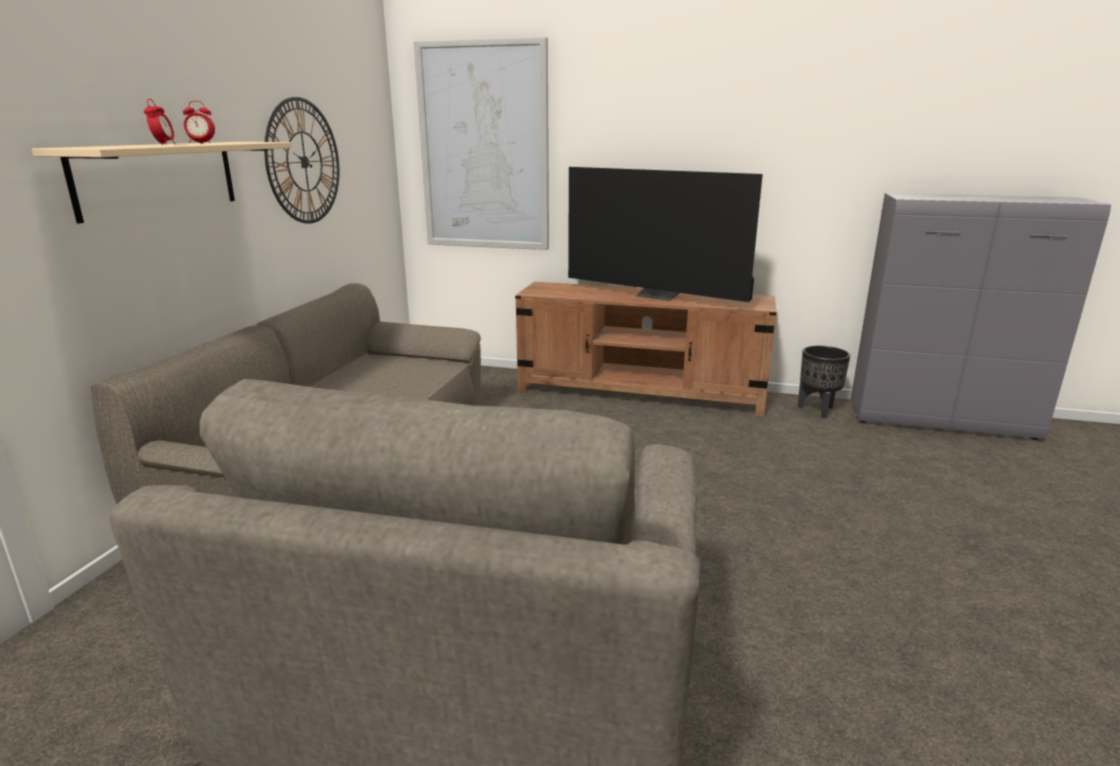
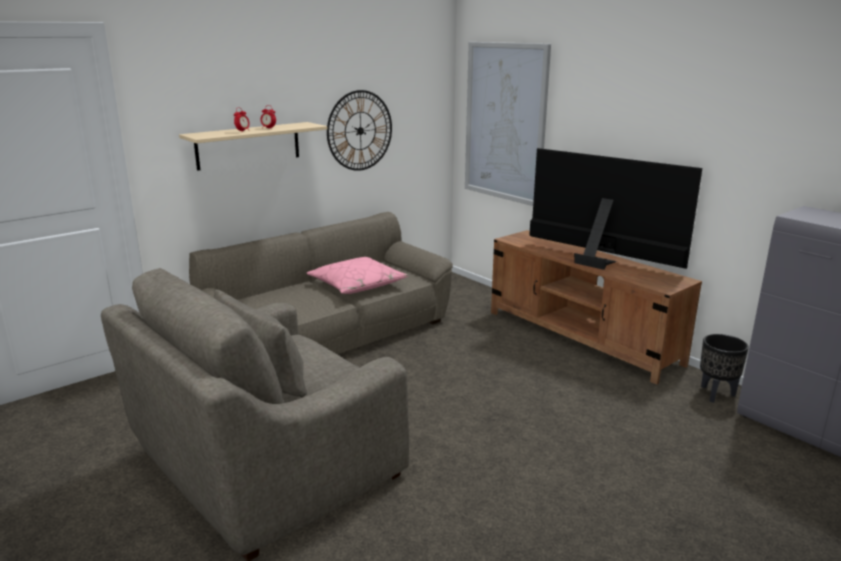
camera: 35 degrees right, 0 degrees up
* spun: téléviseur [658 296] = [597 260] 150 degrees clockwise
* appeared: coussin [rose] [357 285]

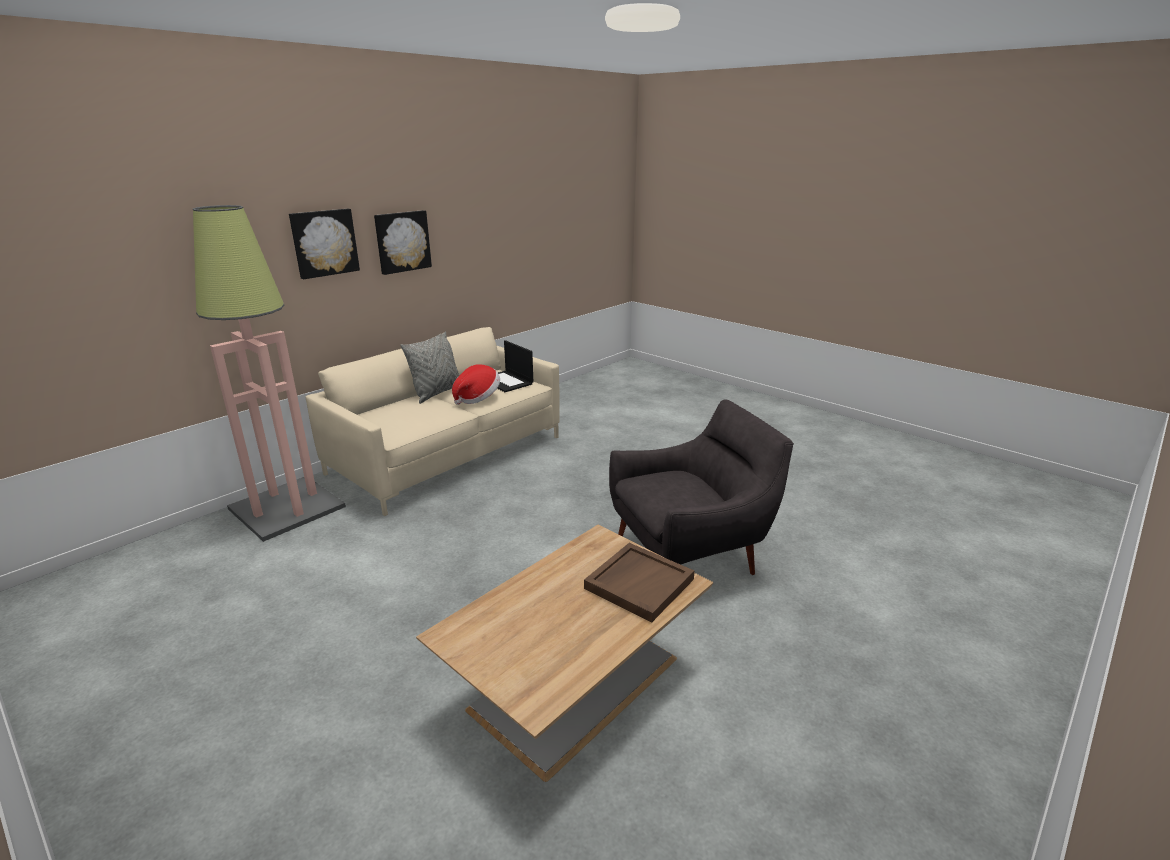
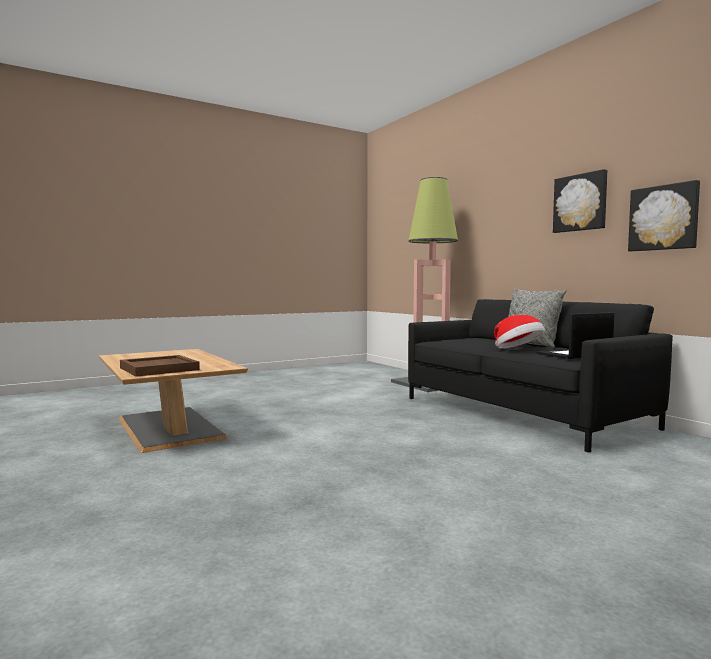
camera: 105 degrees right, 20 degrees down
* relocated: tableau [324 243] to [663 218]
* colour: canapé [beige] [448 455] to canapé [noir] [520 412]
* missing: fauteuil [gris] [690 554]

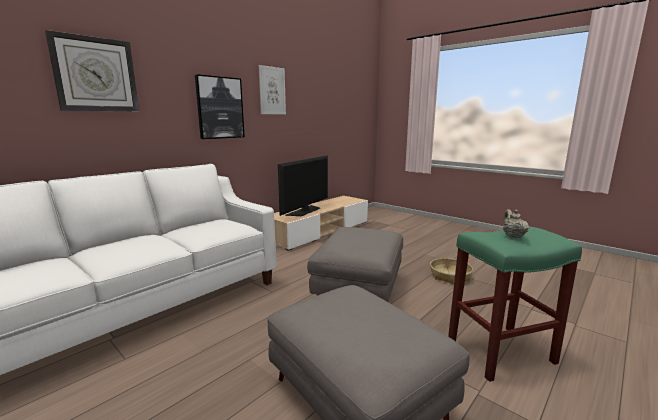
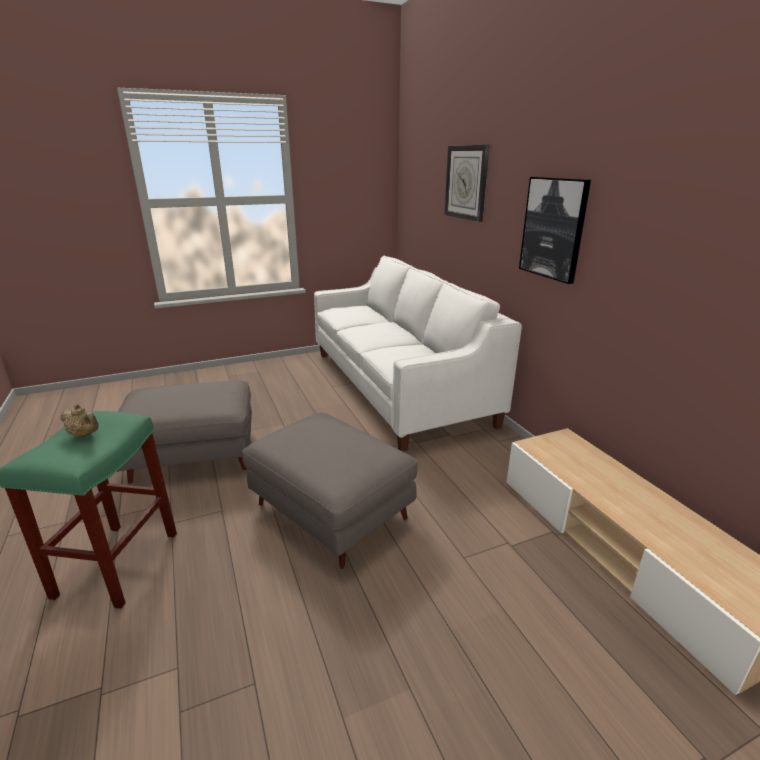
camera: 115 degrees right, 10 degrees up
* missing: tableau [272 91]
* missing: téléviseur [305 211]
* missing: panier [450 276]

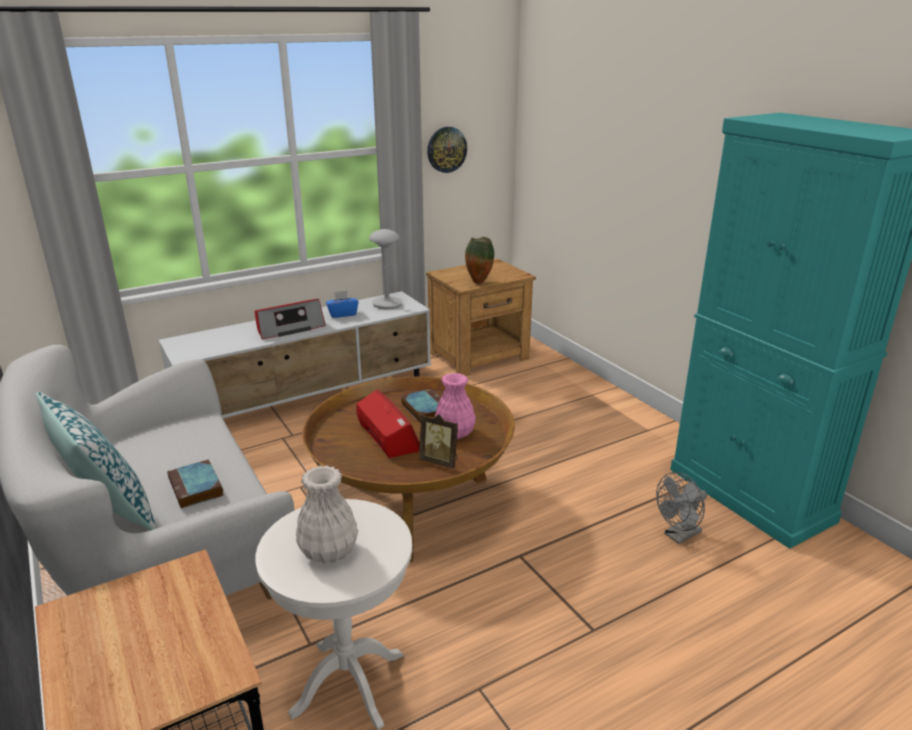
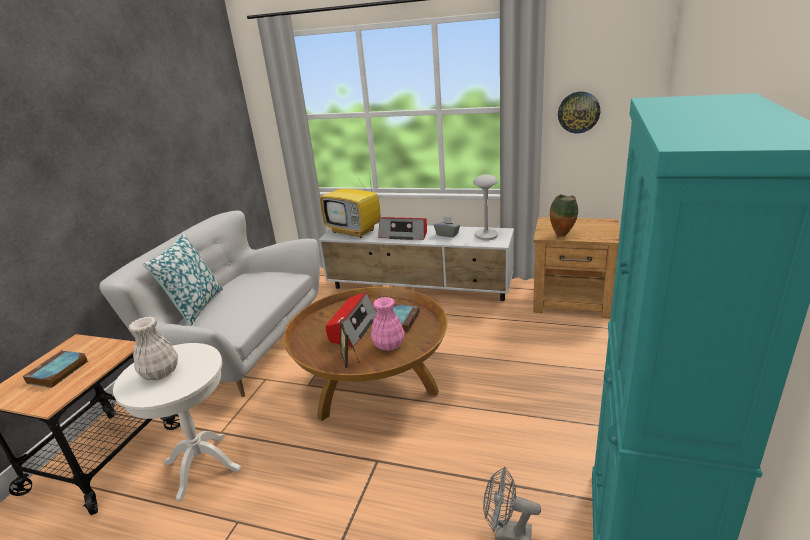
camera: 50 degrees right, 0 degrees up
* colour: boîte à mouchoirs [bleu] [342 314] to boîte à mouchoirs [gris] [447 234]
* relocated: livre [196 488] to [58 372]
* appeared: téléviseur [355 231]

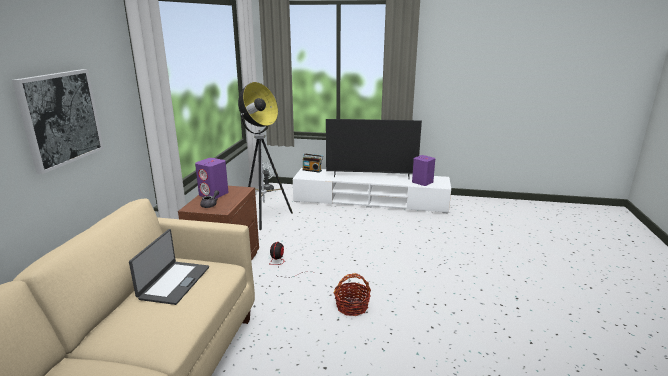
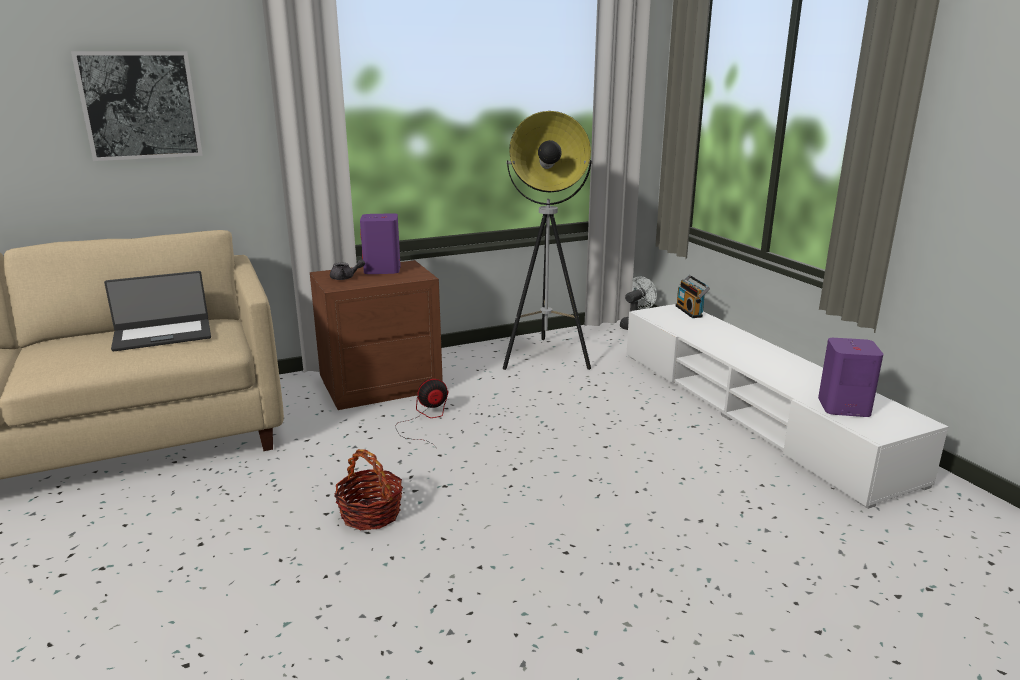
camera: 55 degrees right, 0 degrees up
* missing: téléviseur [371 176]

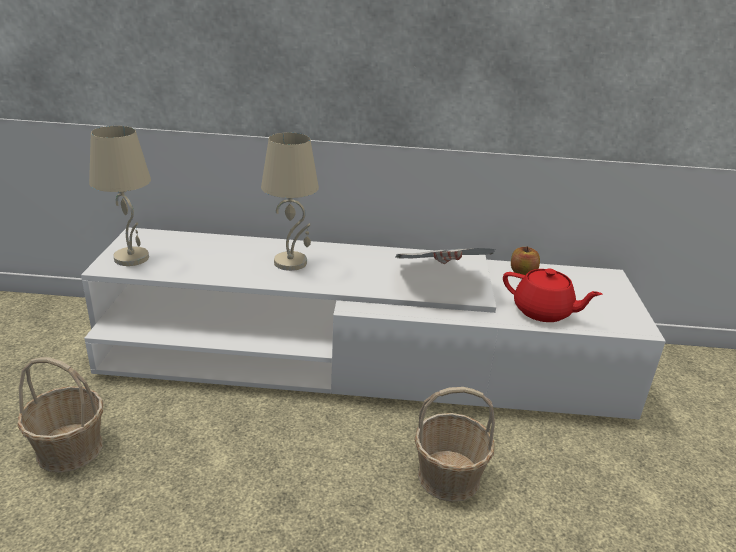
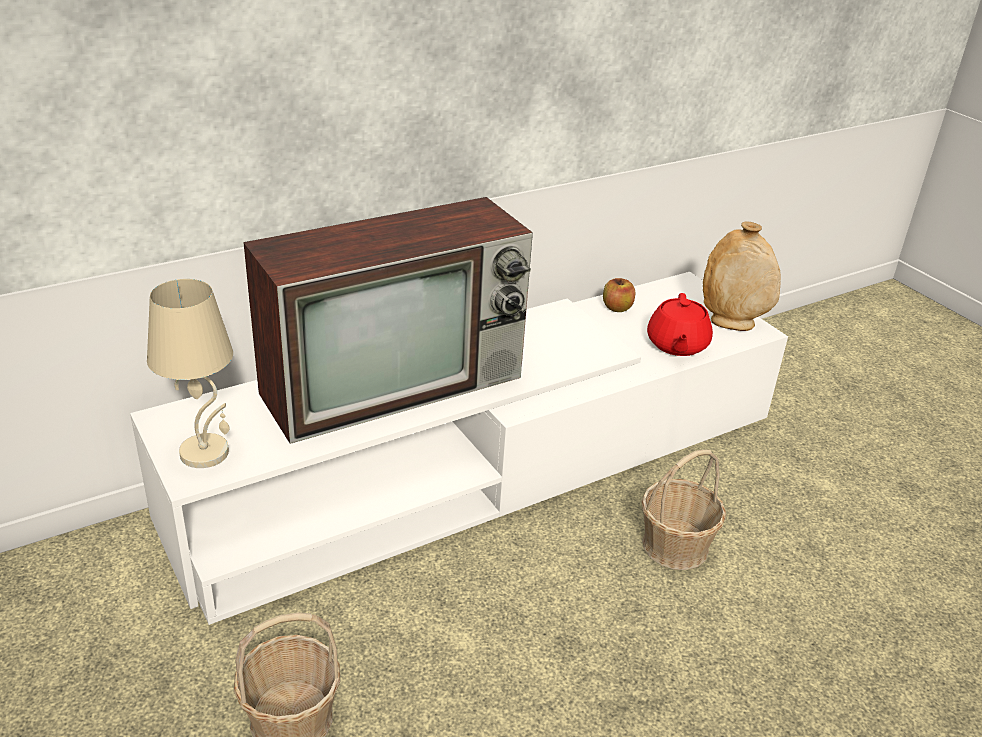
camera: 35 degrees left, 5 degrees up
* exchanged: lampe de table [beige] [291 262] to téléviseur [397 383]
* missing: journal [440 278]
* spun: théière [rouge] [543 312] = [676 345] 105 degrees clockwise
* appeared: vase [beige] [732 323]

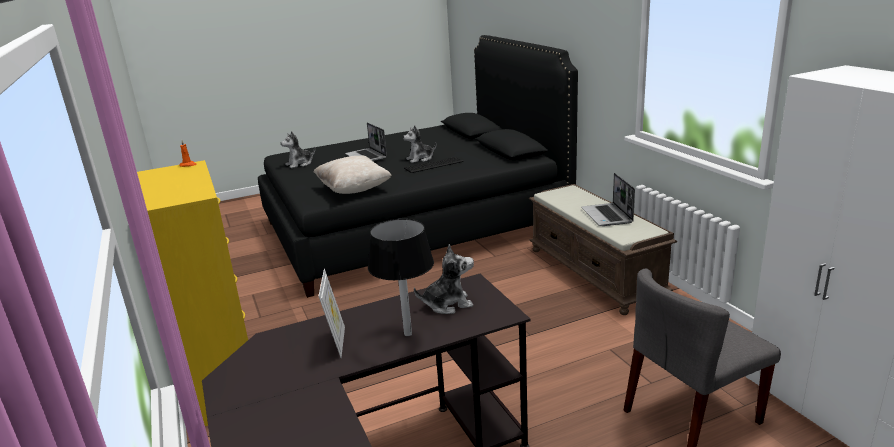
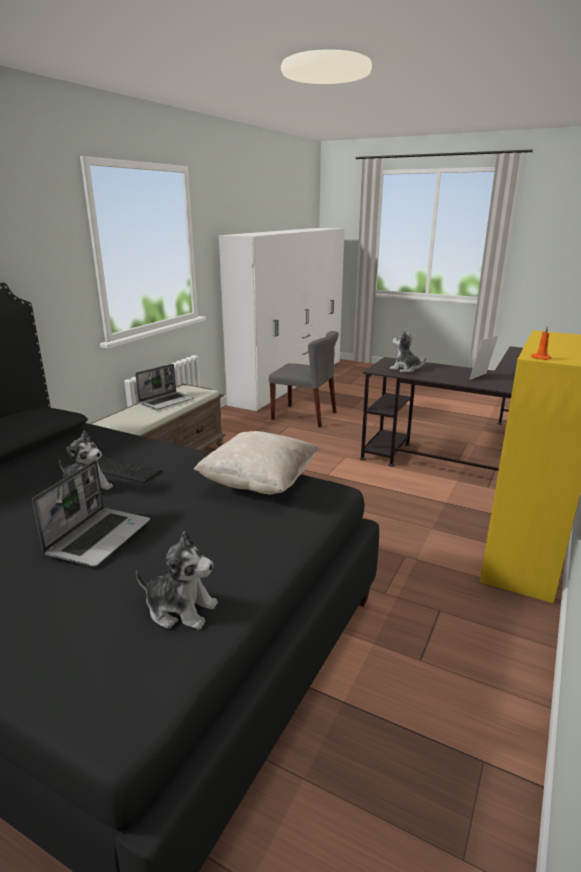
camera: 130 degrees left, 0 degrees up
* missing: lampe de table [noir] [408 334]

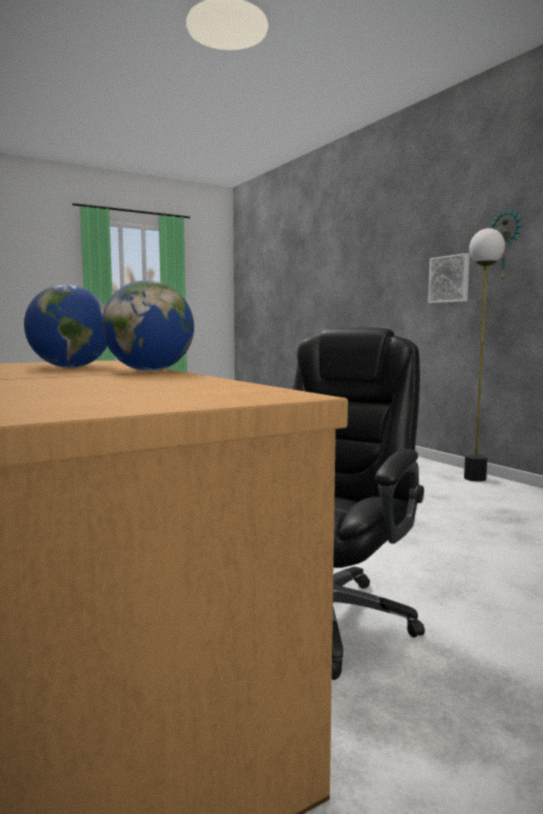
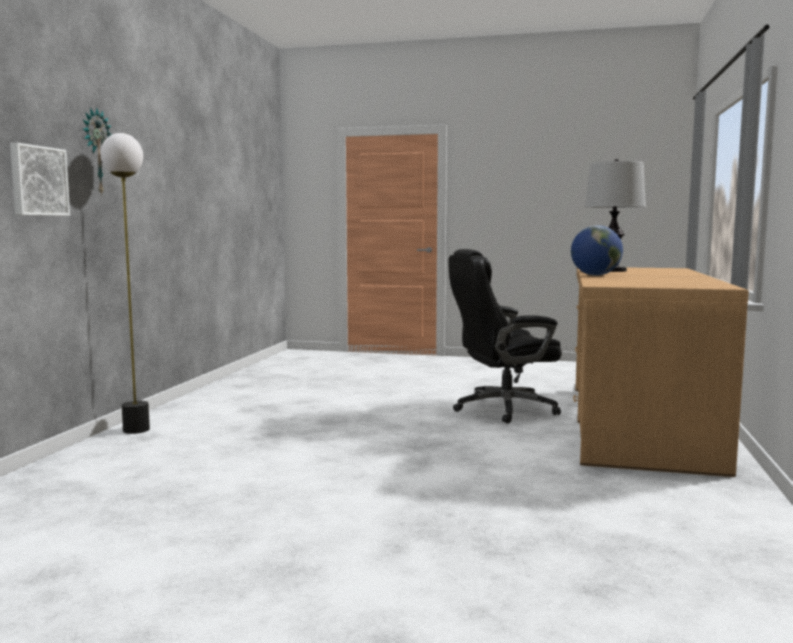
camera: 135 degrees left, 0 degrees up
* missing: globe [70 367]
* appeared: lampe de table [612 270]

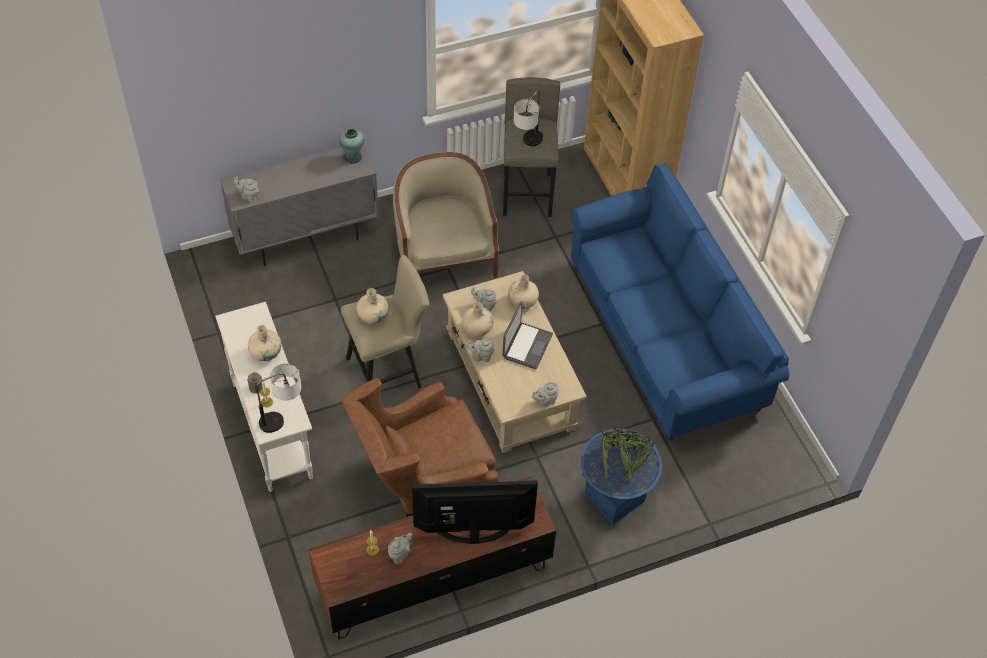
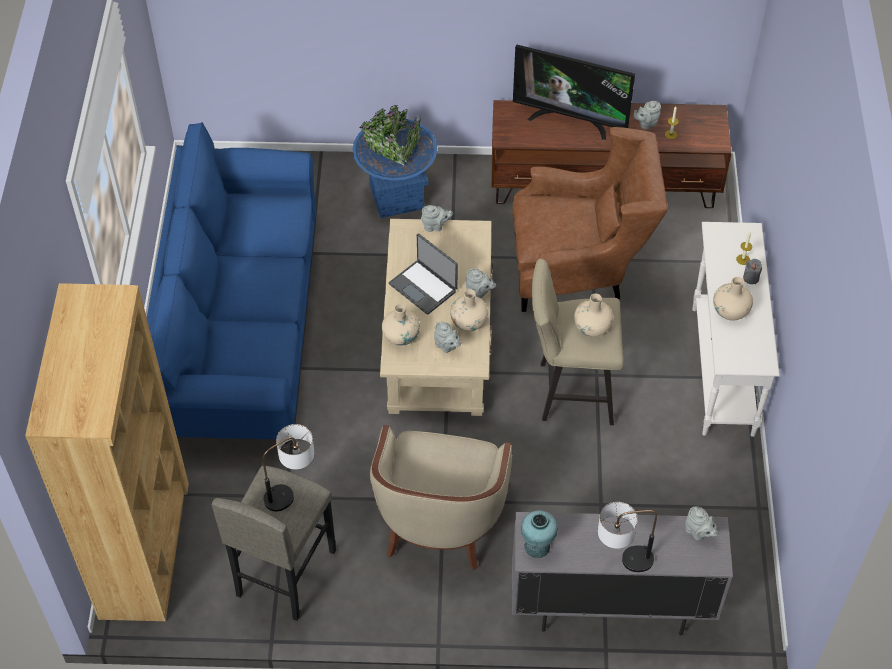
camera: 155 degrees left, 0 degrees up
* spun: ordinateur portable [526 345] = [424 287] 90 degrees counterclockwise
* relocated: lampe de table [283 418] to [622 560]

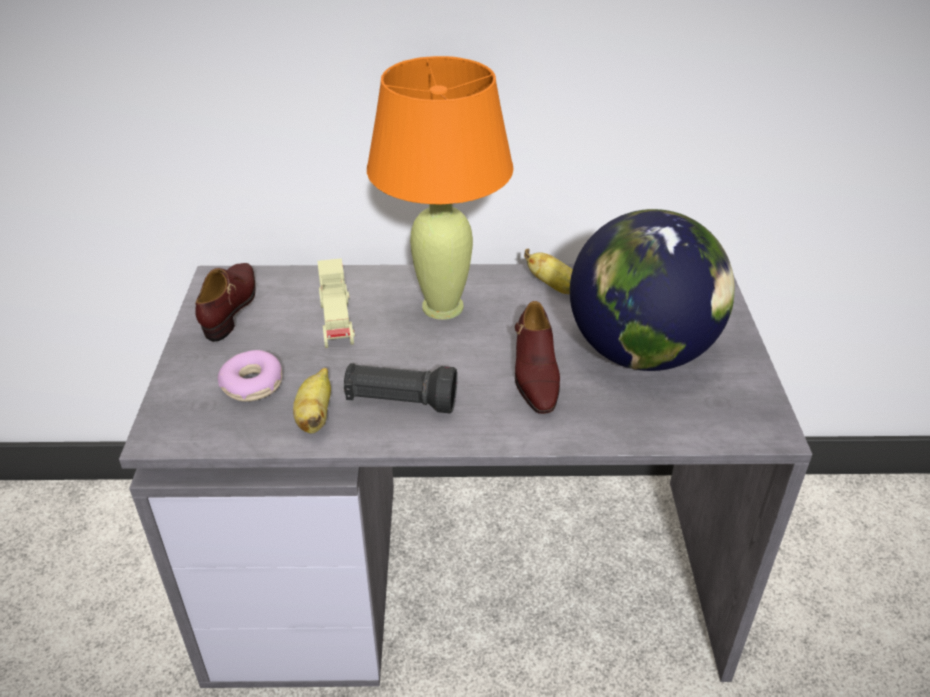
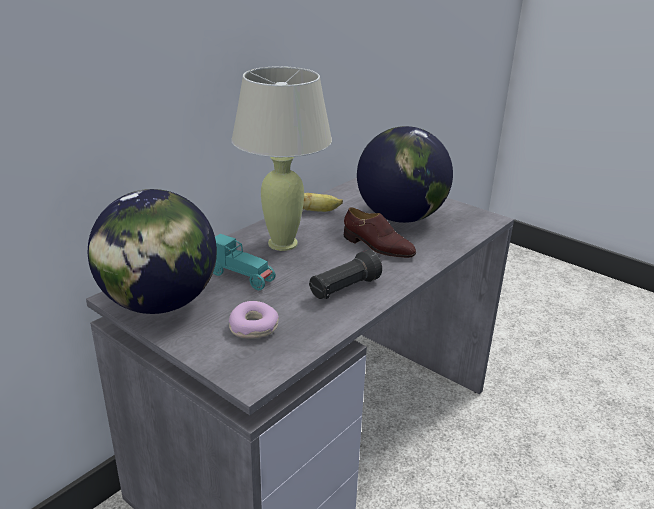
camera: 50 degrees left, 10 degrees down
* colour: lampe de table [orange] [443 306] to lampe de table [beige] [282 243]
* colour: petite voiture [beige] [337 323] to petite voiture [turquoise] [242 277]
* exchanged: chaussure [marron] [231 306] to globe [159 304]
* missing: banane [315 416]

